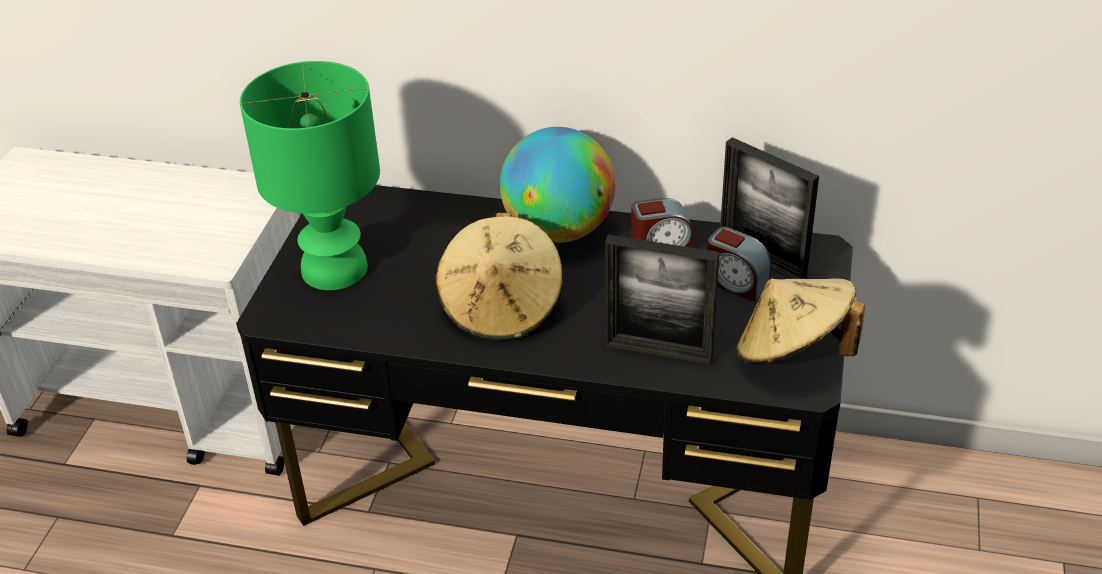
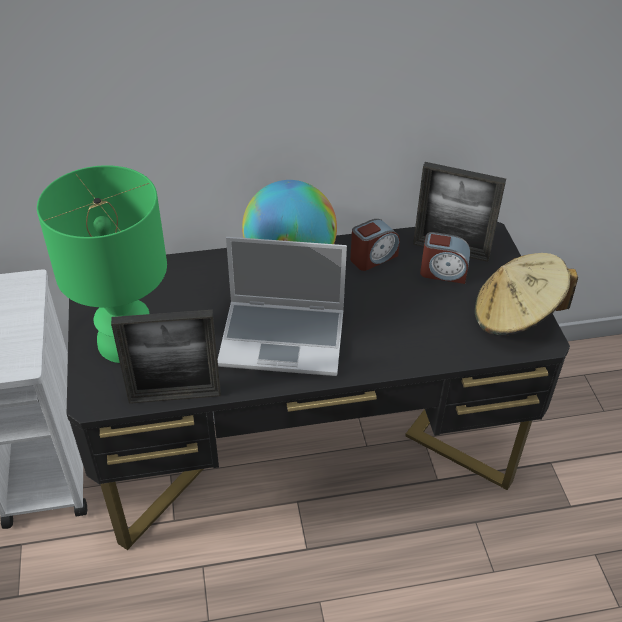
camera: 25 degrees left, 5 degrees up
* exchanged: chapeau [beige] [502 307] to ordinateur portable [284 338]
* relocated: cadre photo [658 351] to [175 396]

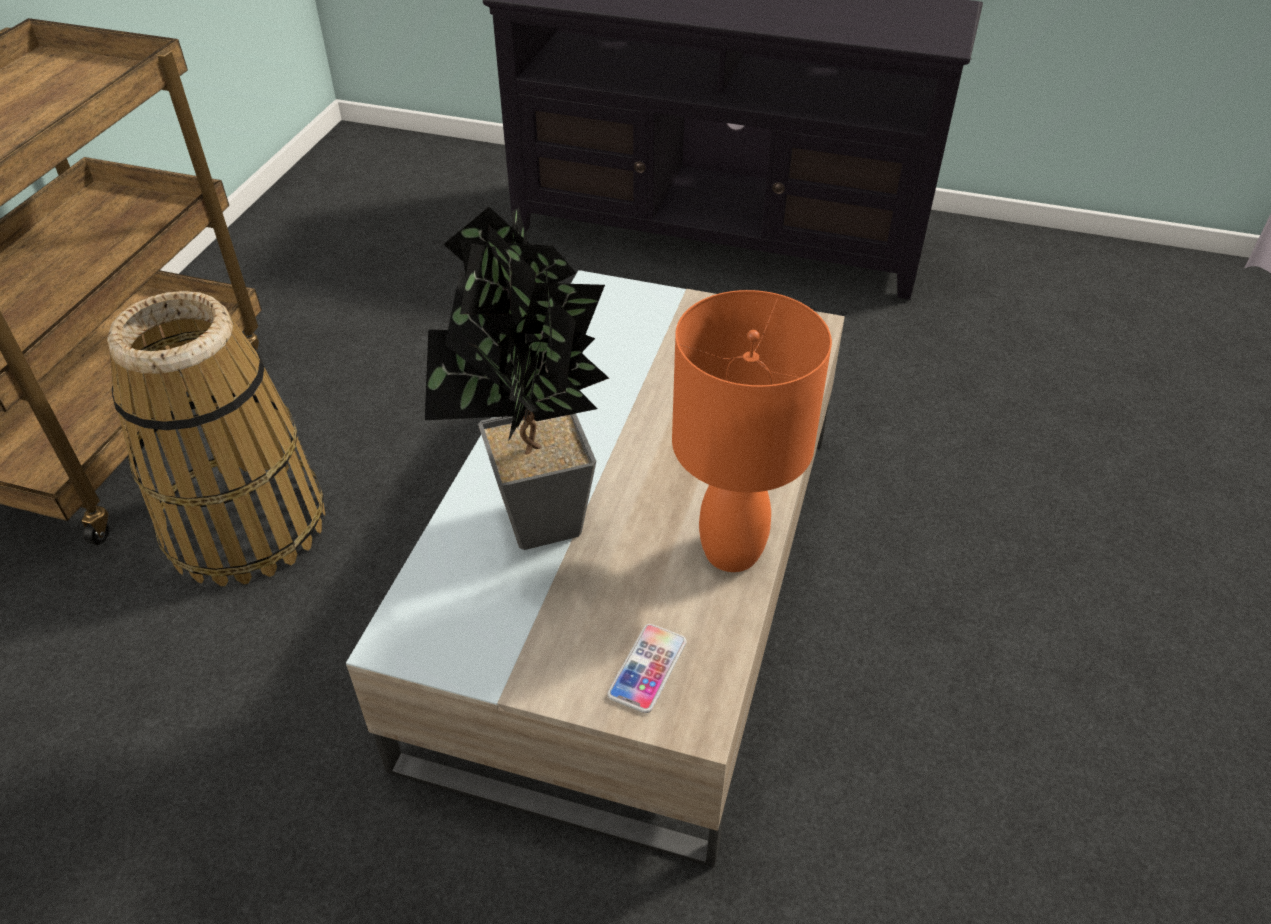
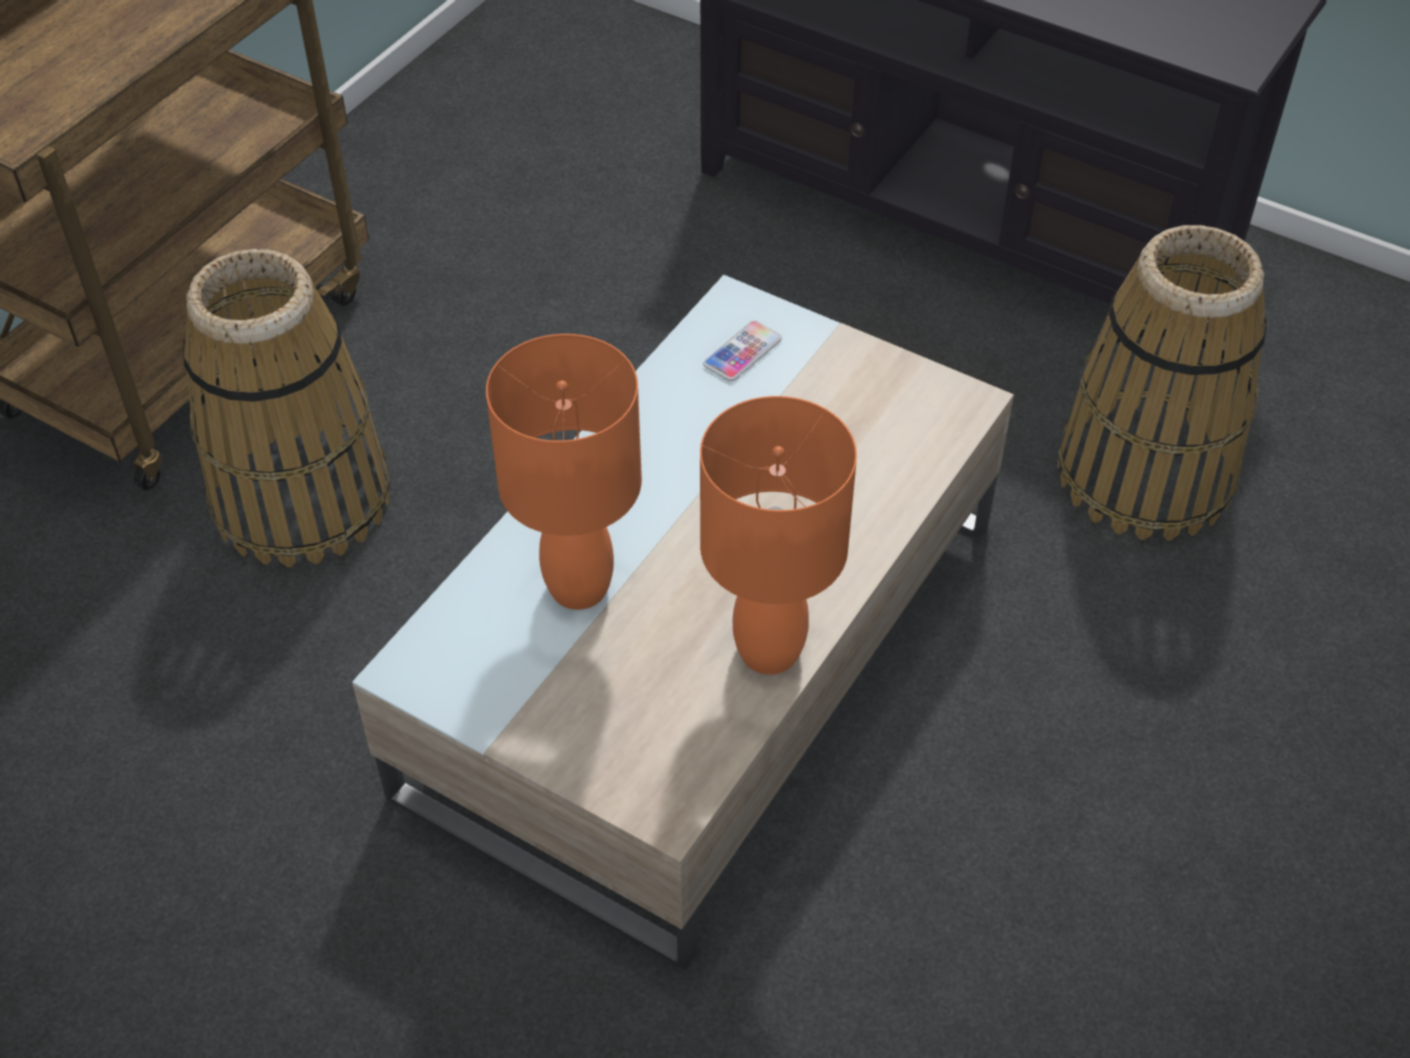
camera: 15 degrees right, 5 degrees up
* exchanged: plante en pot [538 531] to lampe de table [orange] [577 586]
* relocated: téléphone [647 669] to [742 352]
* appeared: panier [1145 475]

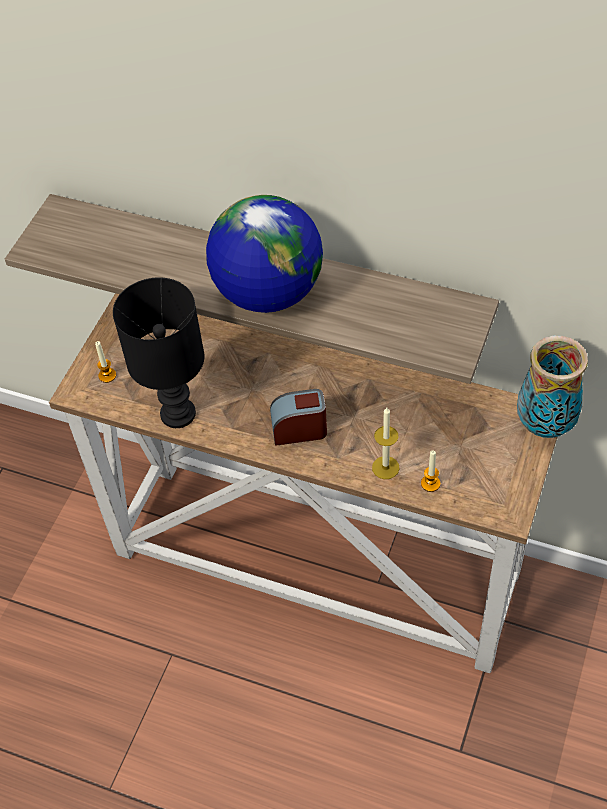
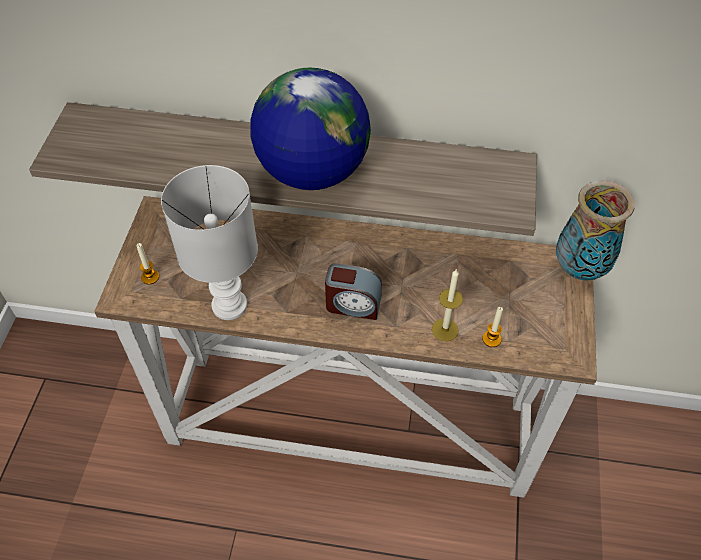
camera: 15 degrees left, 0 degrees up
* colour: lampe de table [noir] [177 415] to lampe de table [blanc] [229 306]
* spun: réveil [299 430] = [353 304] 150 degrees counterclockwise

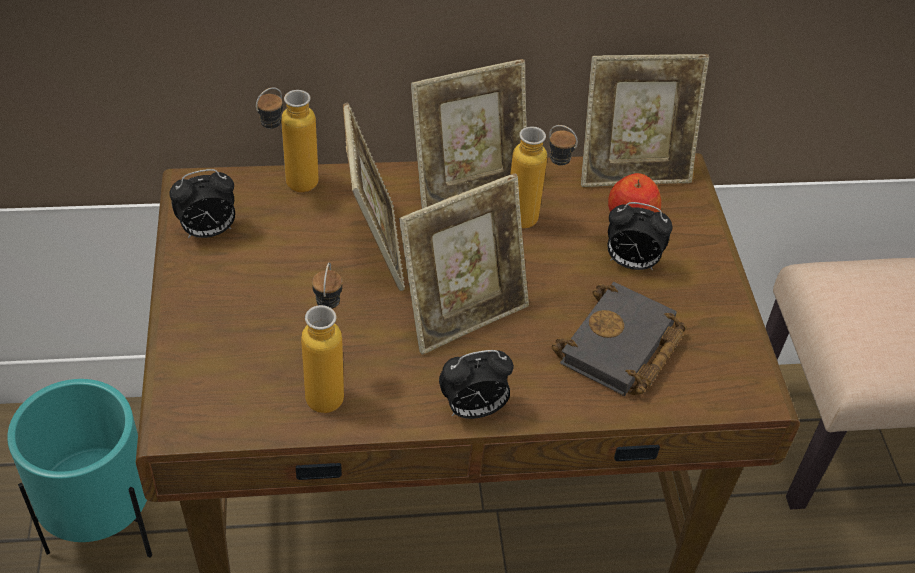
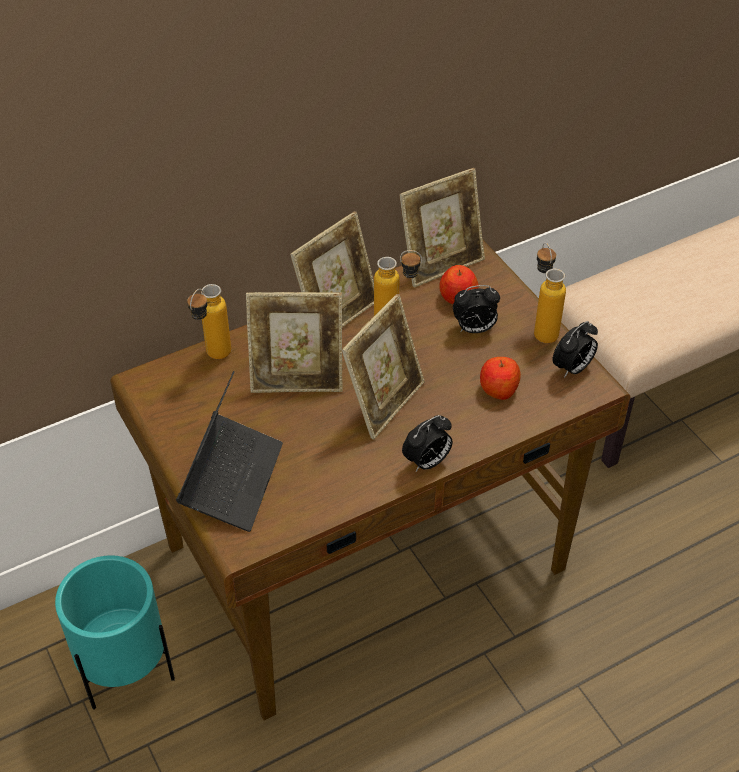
camera: 20 degrees left, 0 degrees up
* spun: cadre photo [374 247] = [297 379] 120 degrees clockwise
* relocated: réveil [208 232] to [572 369]
* relocated: bouteille [327 386] to [542 328]
* exchanged: livre [noir] [620 349] to pomme [498 389]
* appeared: ordinateur portable [232 479]

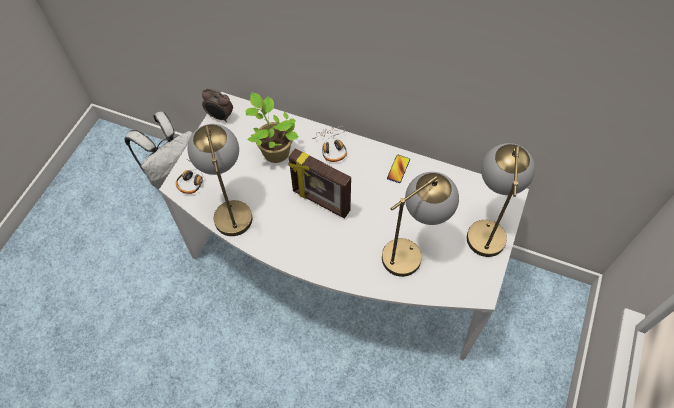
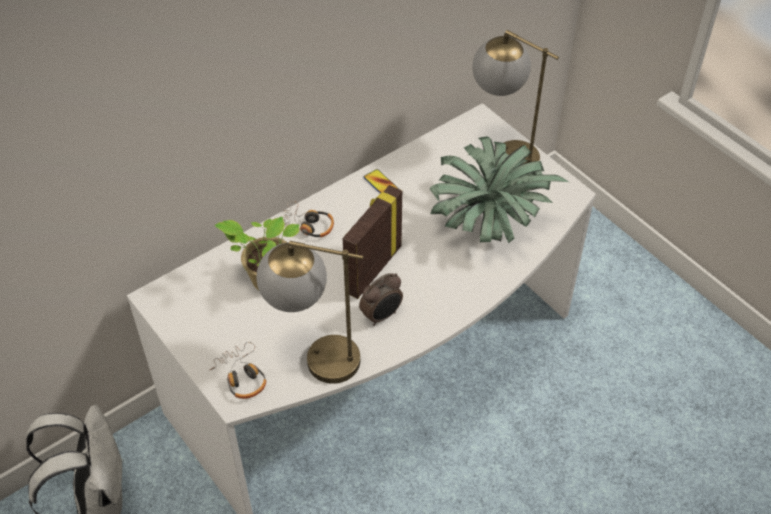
camera: 60 degrees left, 10 degrees down
* relocated: réveil [220 117] to [382 316]
* spun: cadre photo [320 202] = [372 269] 150 degrees clockwise
* exchanged: lampe de table [412 250] to plante en pot [488 221]

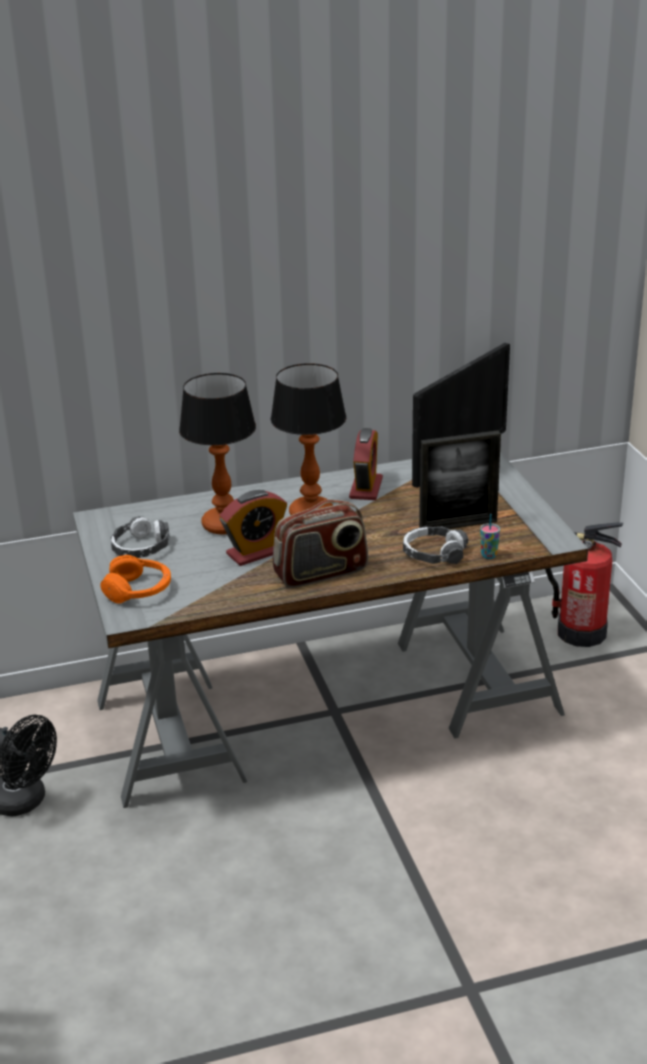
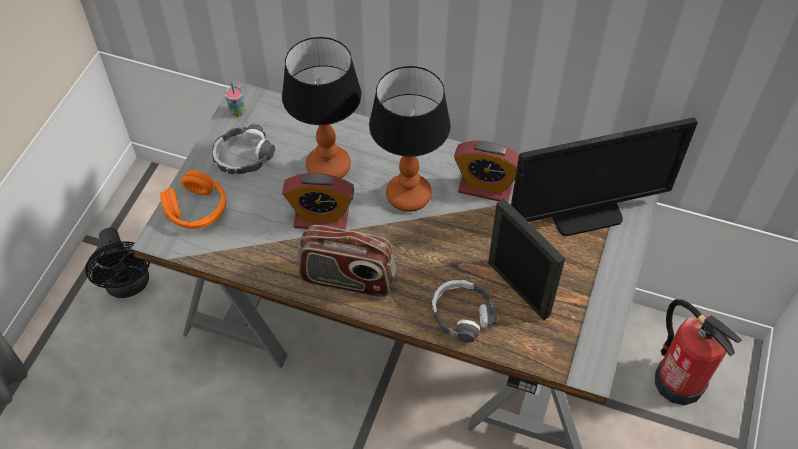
camera: 35 degrees right, 25 degrees up
* spun: réveil [366 488] = [485 187] 60 degrees clockwise
* spun: cadre photo [458 525] = [518 289] 150 degrees counterclockwise
* relocated: tasse [489 555] to [237 112]

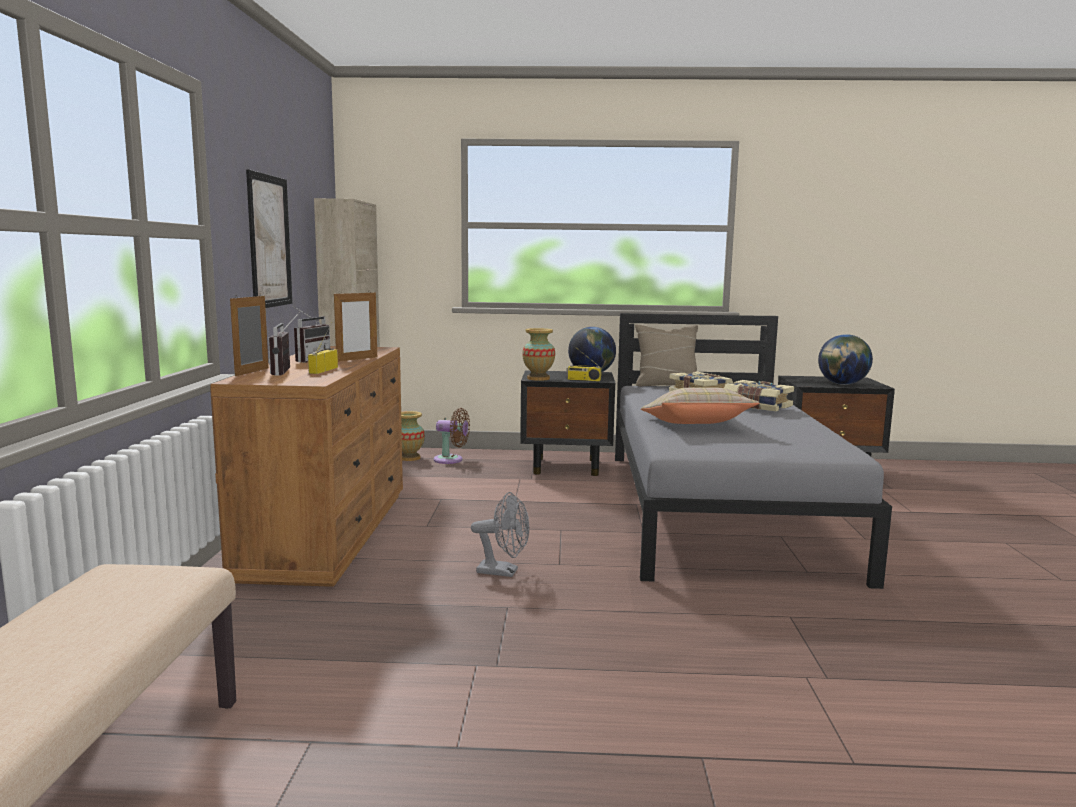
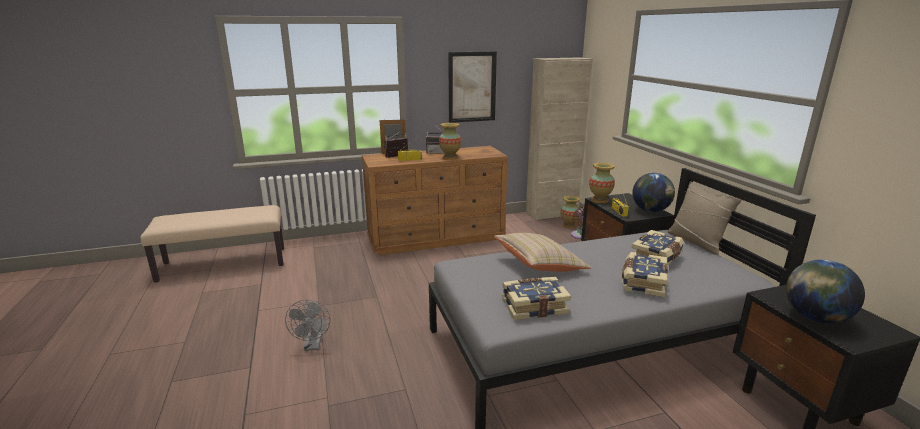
camera: 70 degrees right, 10 degrees up
* exchanged: cadre photo [357 359] to vase [450 157]
* relocated: ventilateur [gris] [504 572] to [312 346]
* appeared: livre [534 306]

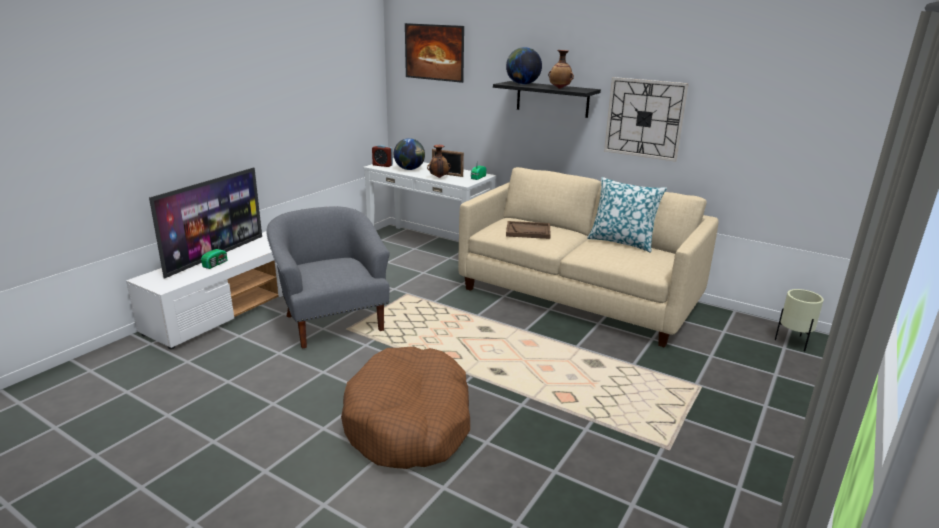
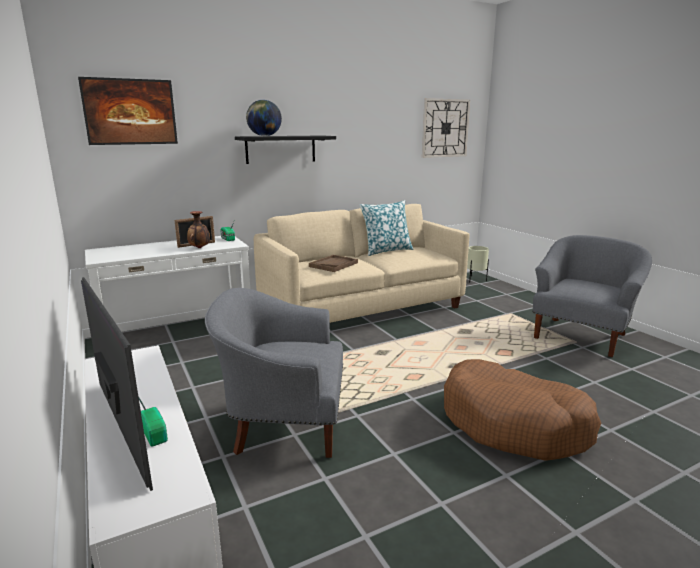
camera: 60 degrees left, 5 degrees down
* missing: vase [560 88]
* relocated: horloge murale [644 118] to [445 128]
* missing: globe [409 169]
* missing: réveil [382 165]
* appeared: fauteuil [gris] [581 335]

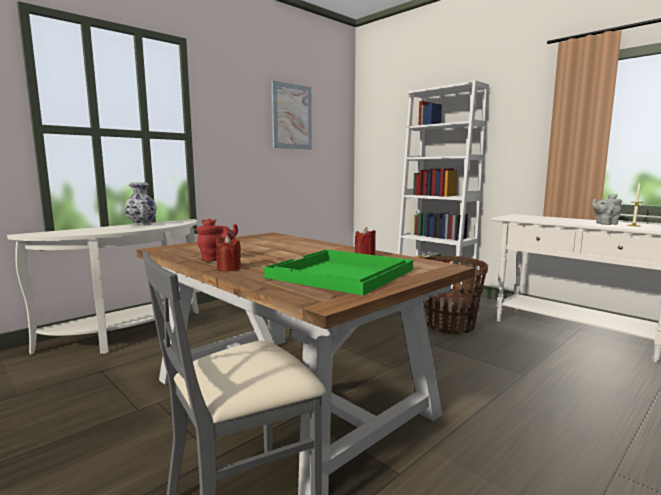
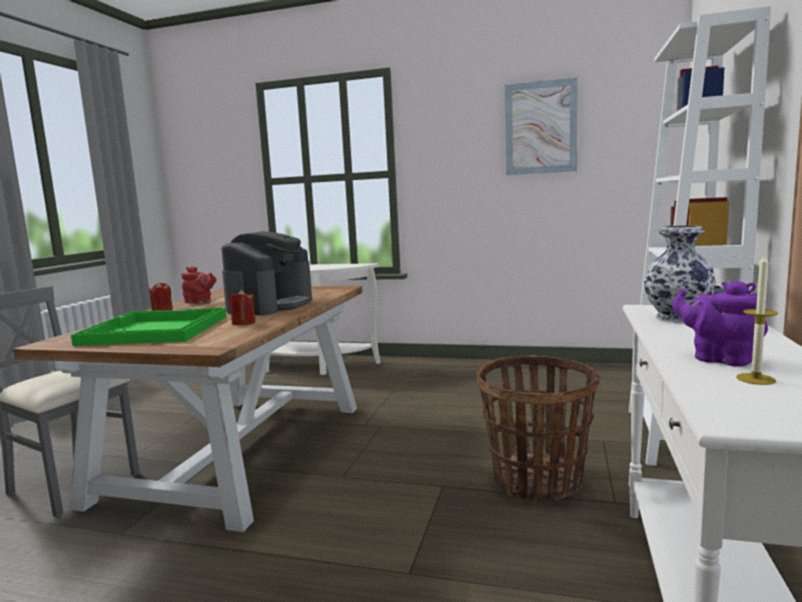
camera: 60 degrees right, 0 degrees up
* relocated: vase [142 224] to [677 318]
* colour: théière [gris] [605 224] to théière [violet] [719 359]
* appeared: machine à café [271 305]

